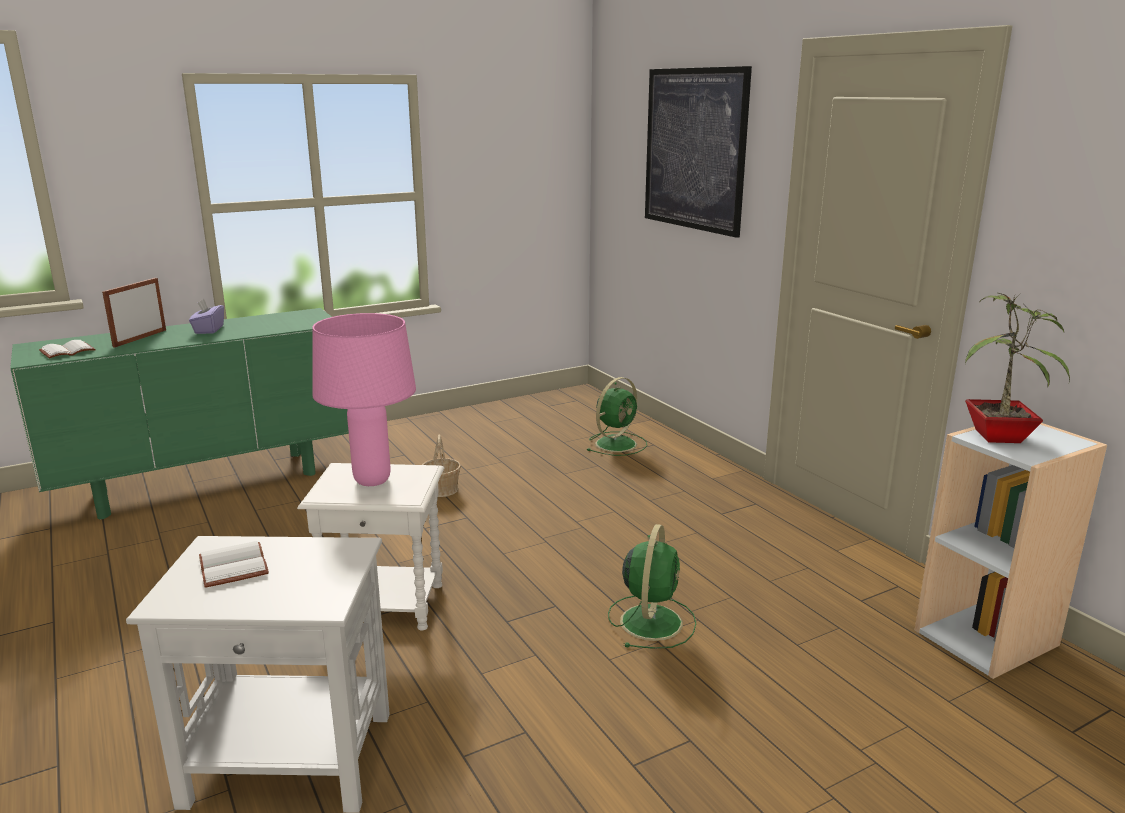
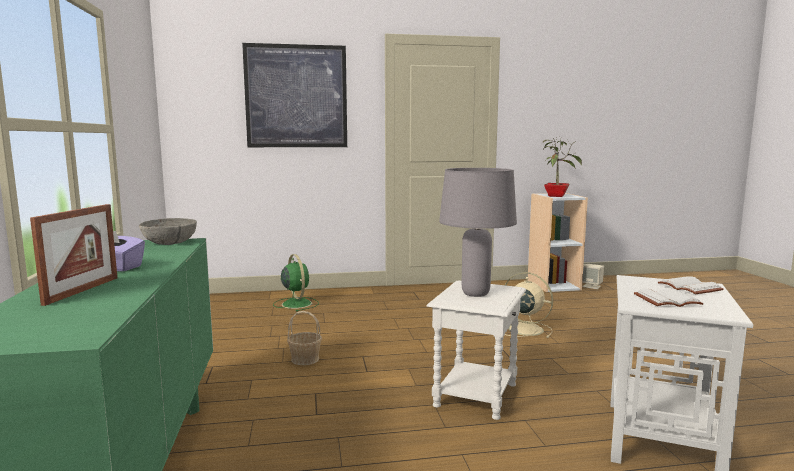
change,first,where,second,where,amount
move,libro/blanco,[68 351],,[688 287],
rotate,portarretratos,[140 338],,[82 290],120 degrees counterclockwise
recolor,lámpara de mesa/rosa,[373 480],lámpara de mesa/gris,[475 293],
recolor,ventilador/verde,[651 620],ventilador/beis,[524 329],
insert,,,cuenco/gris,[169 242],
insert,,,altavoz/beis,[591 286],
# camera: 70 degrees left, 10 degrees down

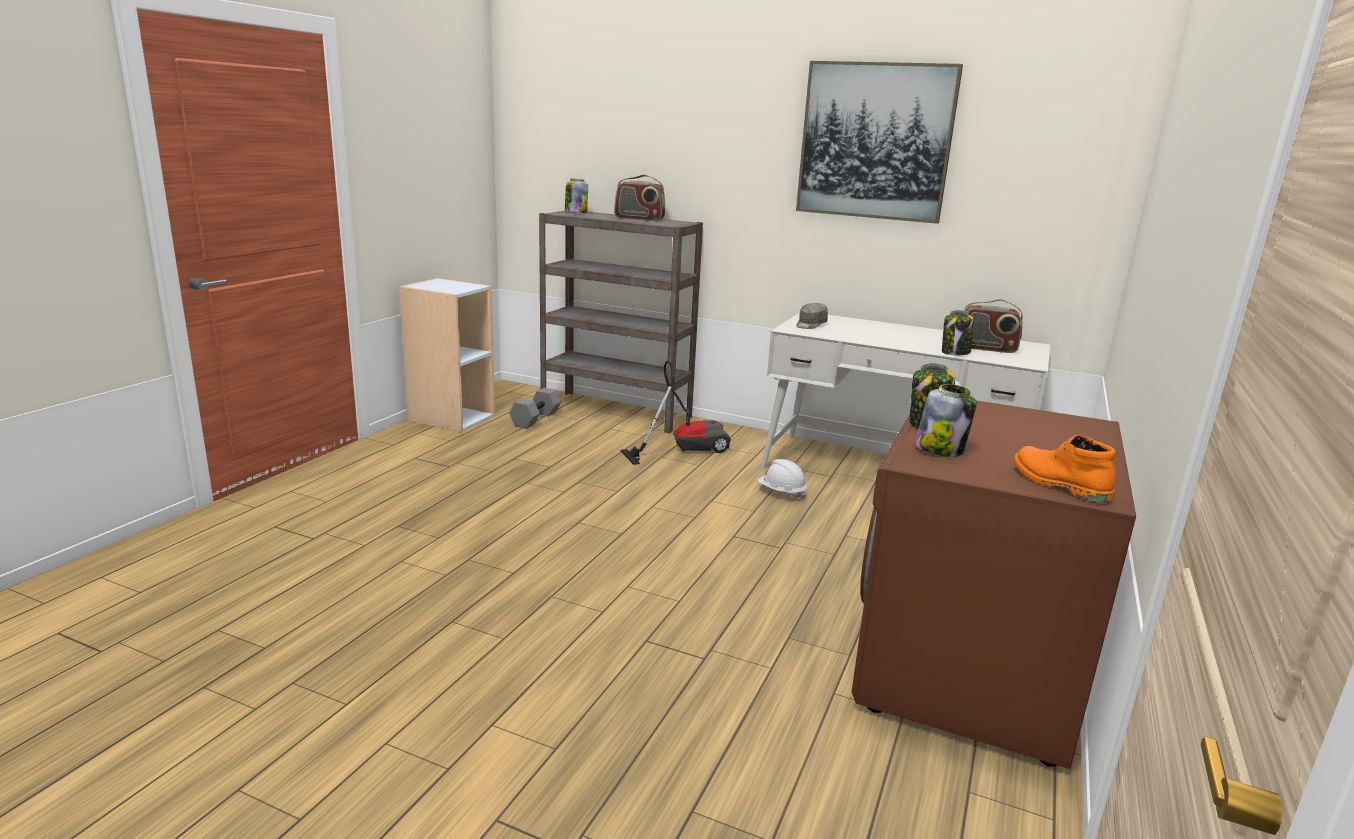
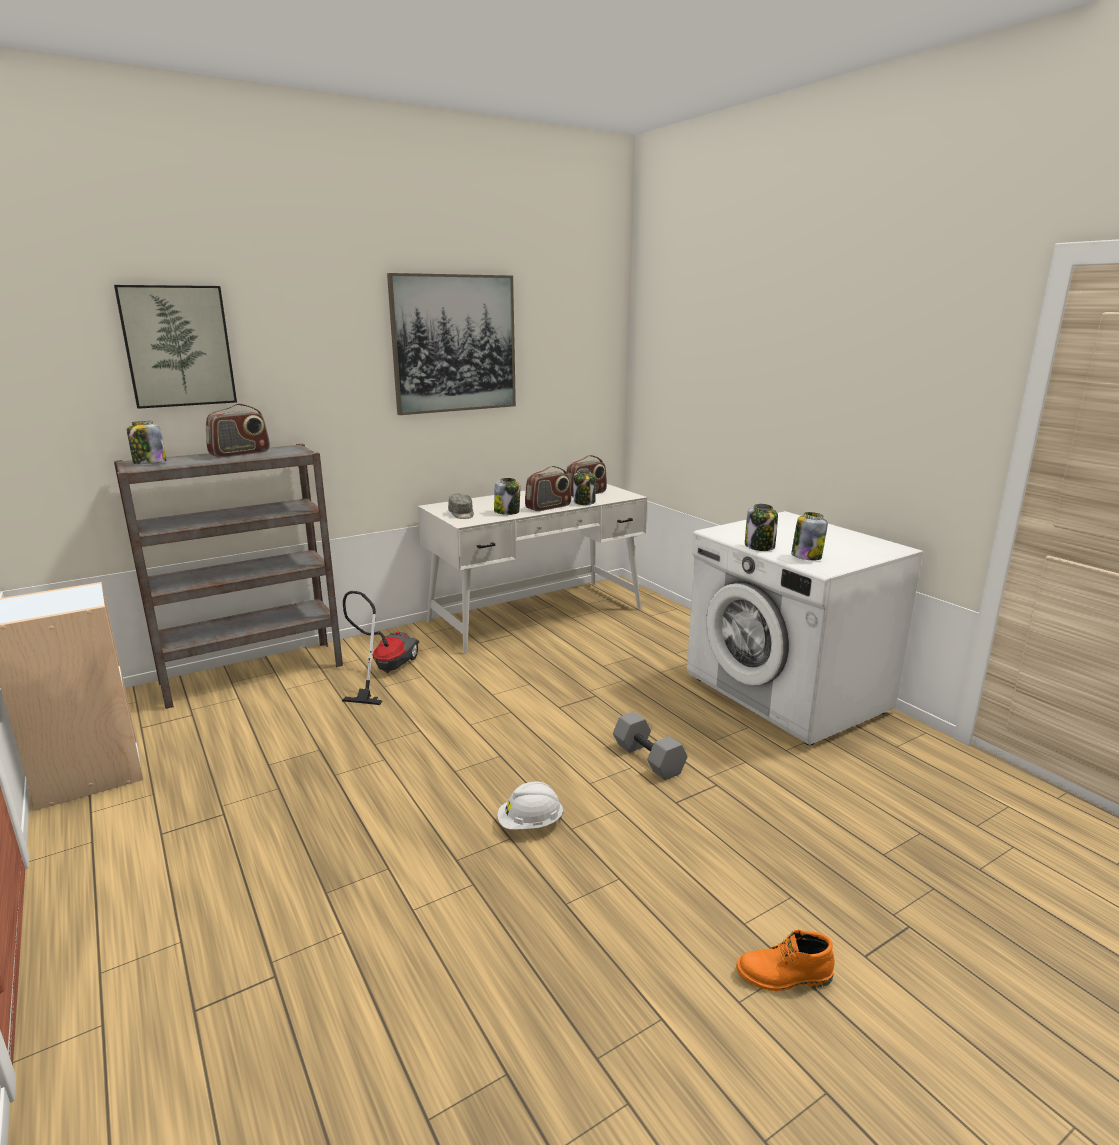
change,first,where,second,where,amount
move,mancuerna/gris,[536 419],,[649 759],
move,casco/blanco,[781 493],,[530 824],
recolor,lavadora/marrón,[962 668],lavadora/blanco,[785 697],
move,bota/naranja,[1058 483],,[784 977],
insert,,,cuadro,[178 346],
insert,,,tarro,[507 512],
insert,,,radio,[548 507],
# camera: 55 degrees left, 0 degrees up

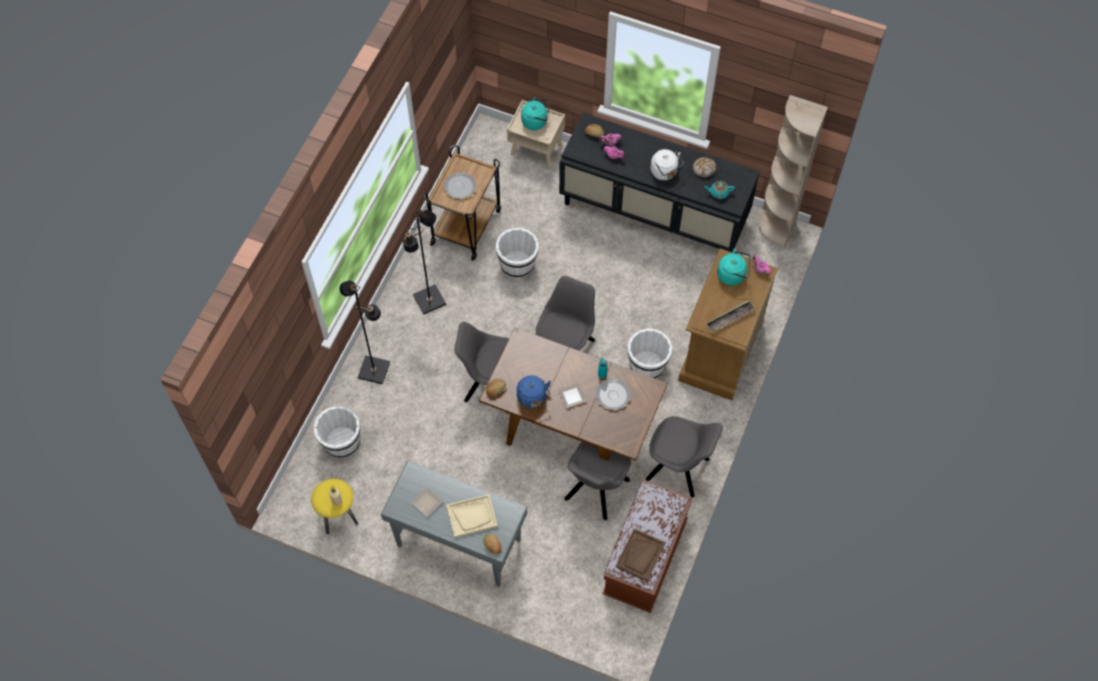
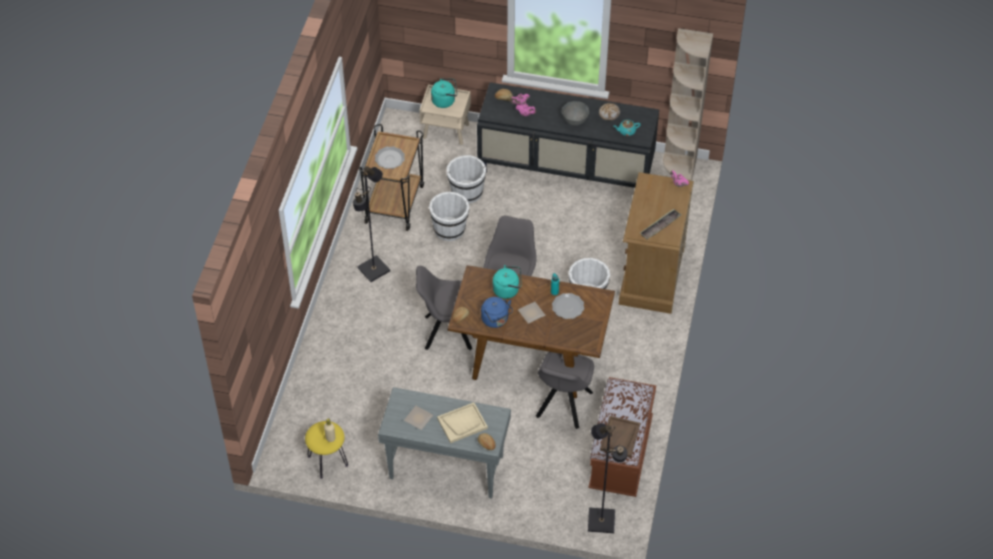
change,first,where,second,where,amount
move,cubo/blanco,[341 443],,[466 192],
move,lámpara de pie/negro,[374 370],,[601 521],
delete,silla/gris,[678 469],,,
replace,hervidor/blanco,[665 172],cuenco/gris,[575 121],
move,hervidor/turquesa,[733 275],,[507 290],
# camera: 10 degrees left, 10 degrees down

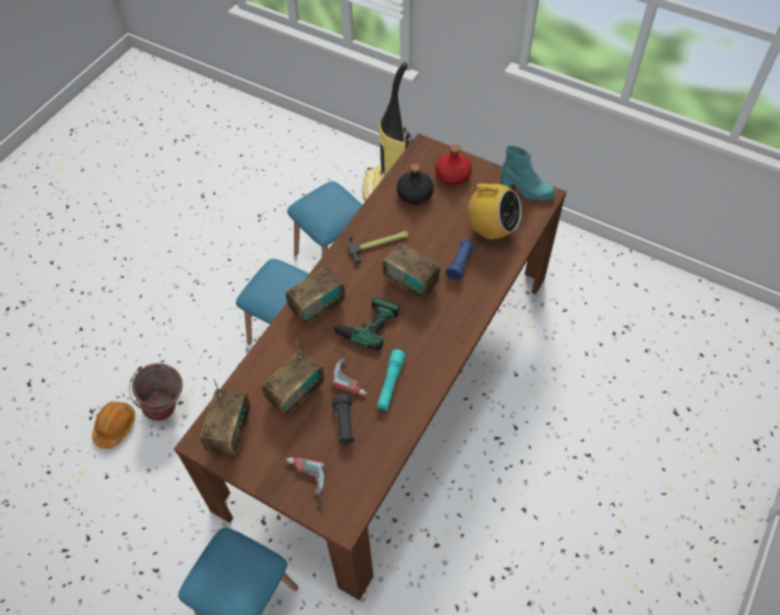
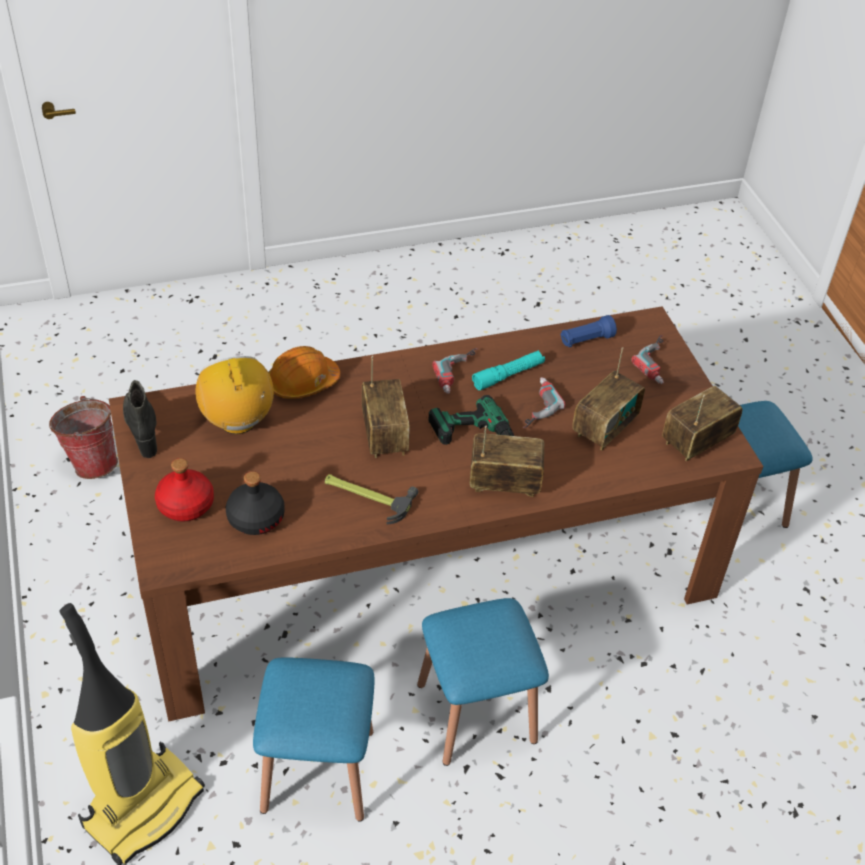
change,first,where,second,where,amount
move,casco/naranja,[115 427],,[302 383],
move,cubo,[167 409],,[93 461],
rotate,radio,[296 393],,[604 428],135 degrees clockwise
delete,linterna/negro,[344 424],,,
move,linterna/azul,[460 264],,[586 340],
recolor,bota/turquesa,[526 190],bota/negro,[142 429],
insert,,,taladro,[460 374],
# camera: 140 degrees left, 10 degrees down

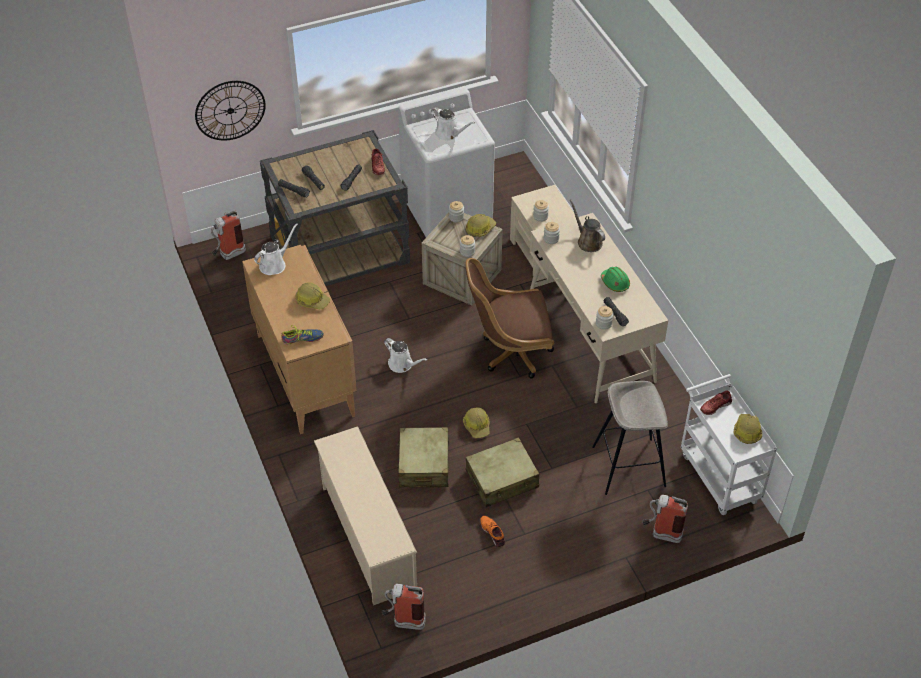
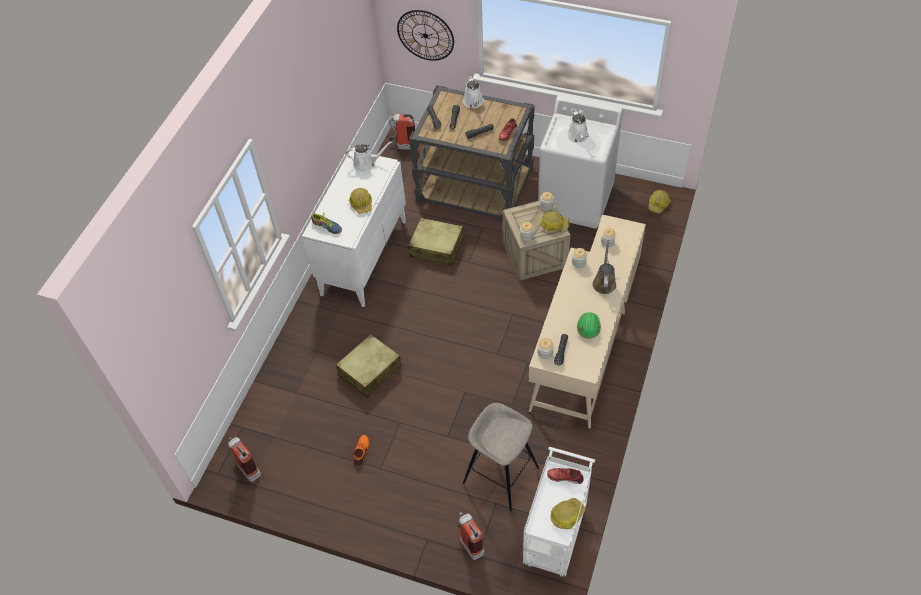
change,first,where,second,where,amount
recolor,armario/marrón,[305 374],armario/blanco,[364 257],
delete,zapatero/beis,[366 537],,,
move,regadera/blanco,[402 364],,[474 103],
move,casco,[477 425],,[658 204],
delete,silla de oficina/marrón,[509 353],,,
move,maleta/beis,[502 479],,[437 248],
# camera: 45 degrees right, 5 degrees up

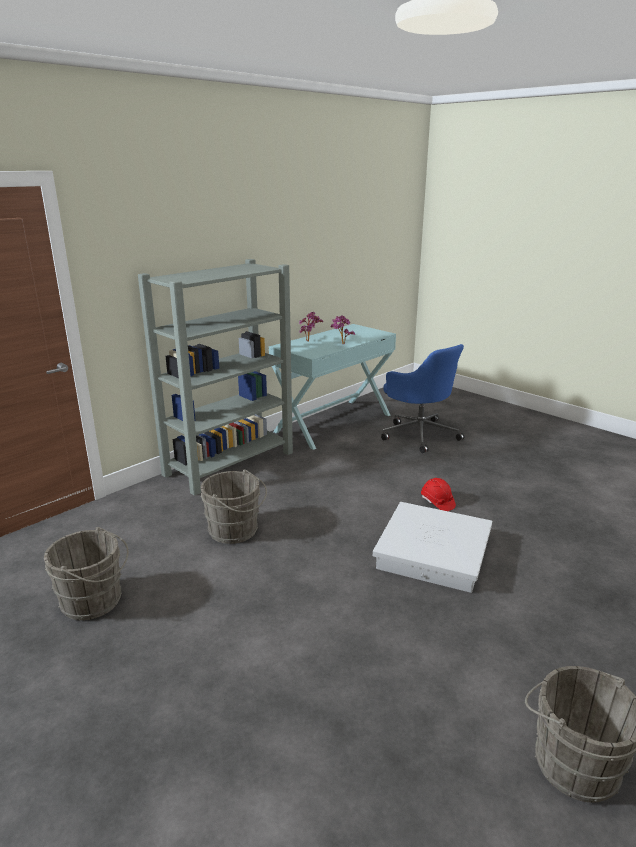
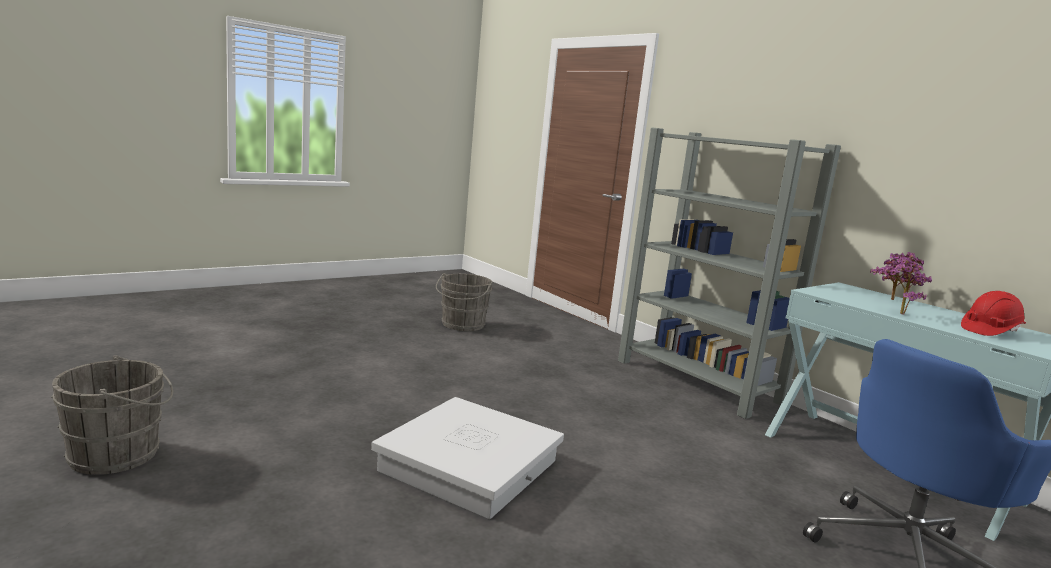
change,first,where,second,where,amount
delete,cubo/gris,[236 531],,,
move,casco/rojo,[437 502],,[989 331],
# camera: 95 degrees right, 10 degrees down

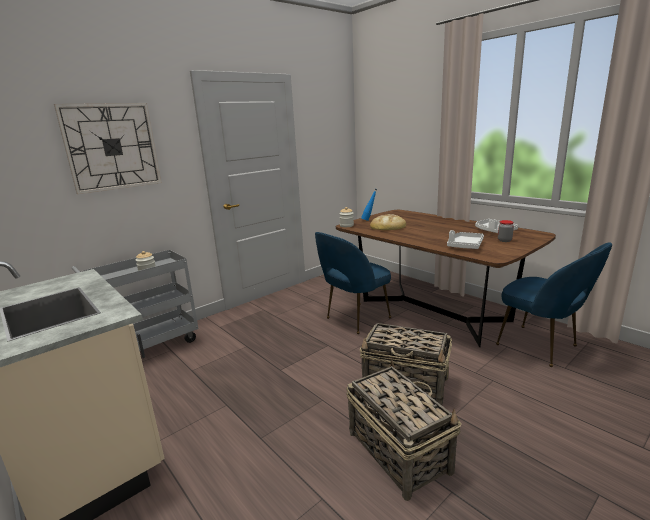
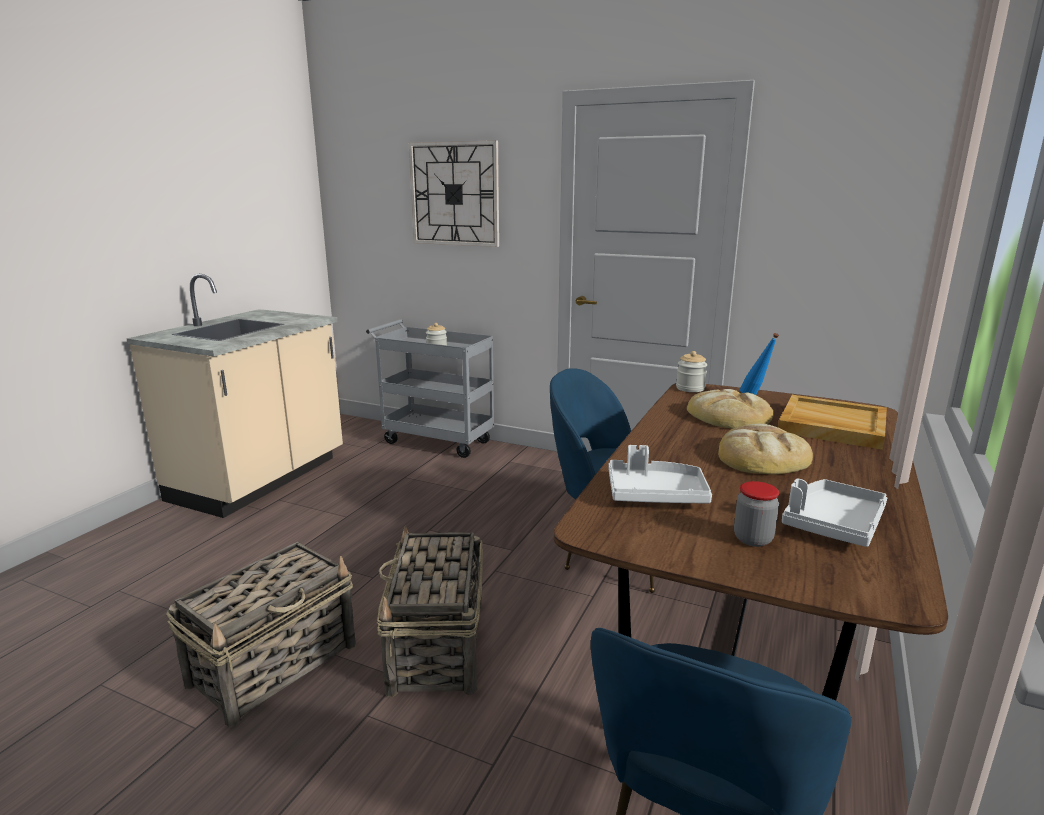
change,first,where,second,where,amount
insert,,,pan,[762 457],
insert,,,bandeja/beis,[831 425],
# camera: 65 degrees right, 0 degrees up

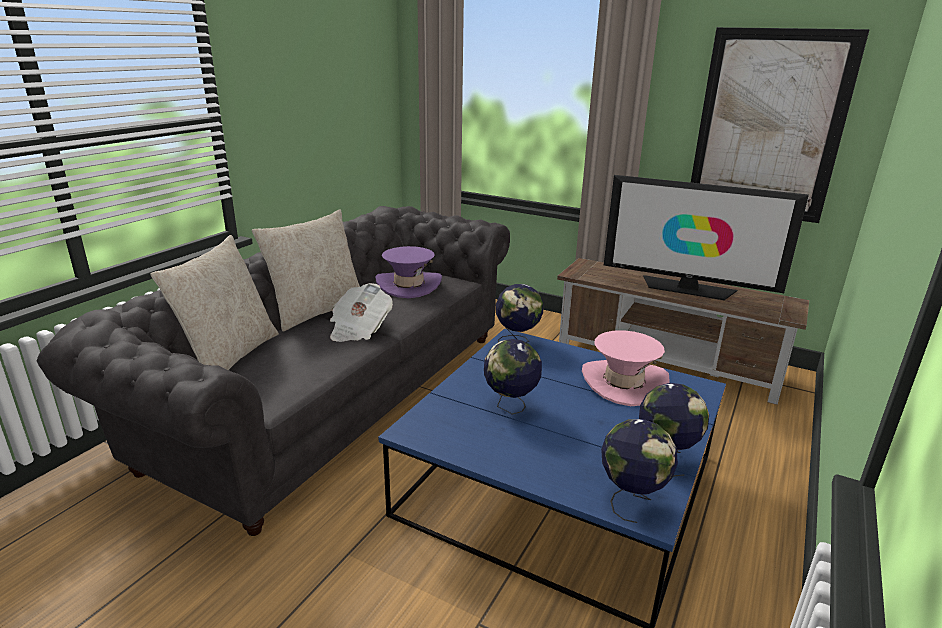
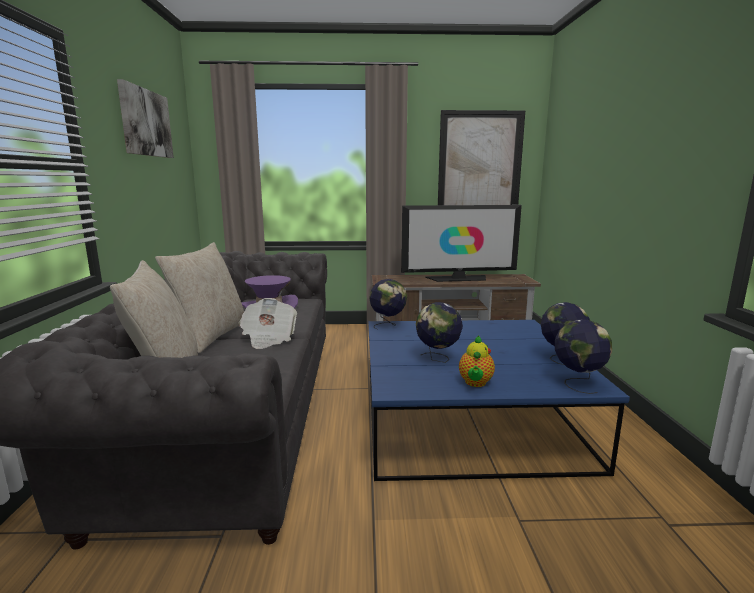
change,first,where,second,where,amount
delete,sombrero/rosa,[623 382],,,
insert,,,cuadro,[145 123],
insert,,,tetera,[475 383],
# camera: 30 degrees left, 10 degrees down

